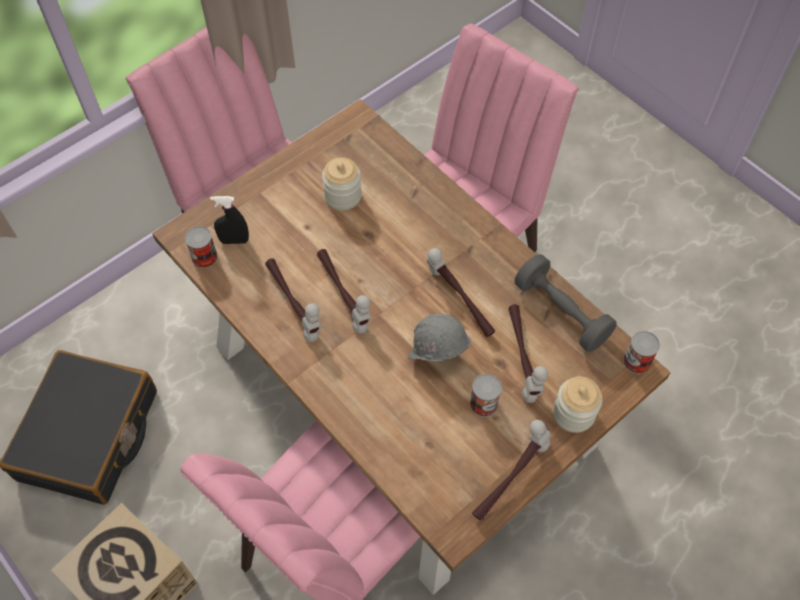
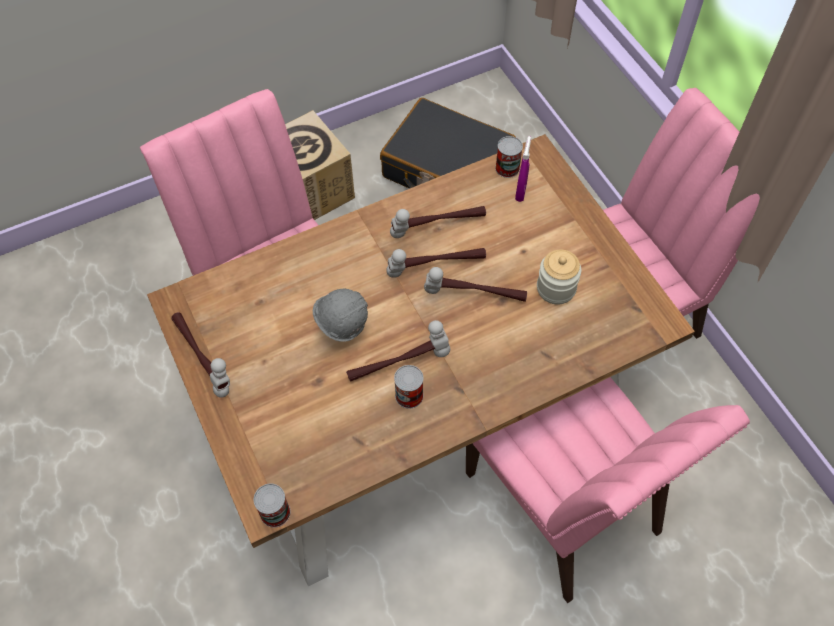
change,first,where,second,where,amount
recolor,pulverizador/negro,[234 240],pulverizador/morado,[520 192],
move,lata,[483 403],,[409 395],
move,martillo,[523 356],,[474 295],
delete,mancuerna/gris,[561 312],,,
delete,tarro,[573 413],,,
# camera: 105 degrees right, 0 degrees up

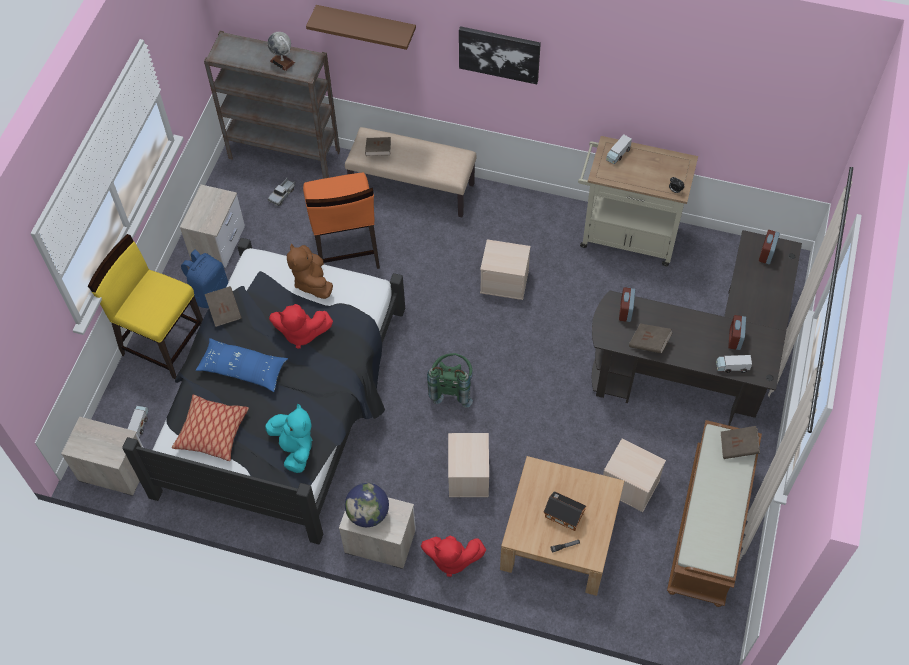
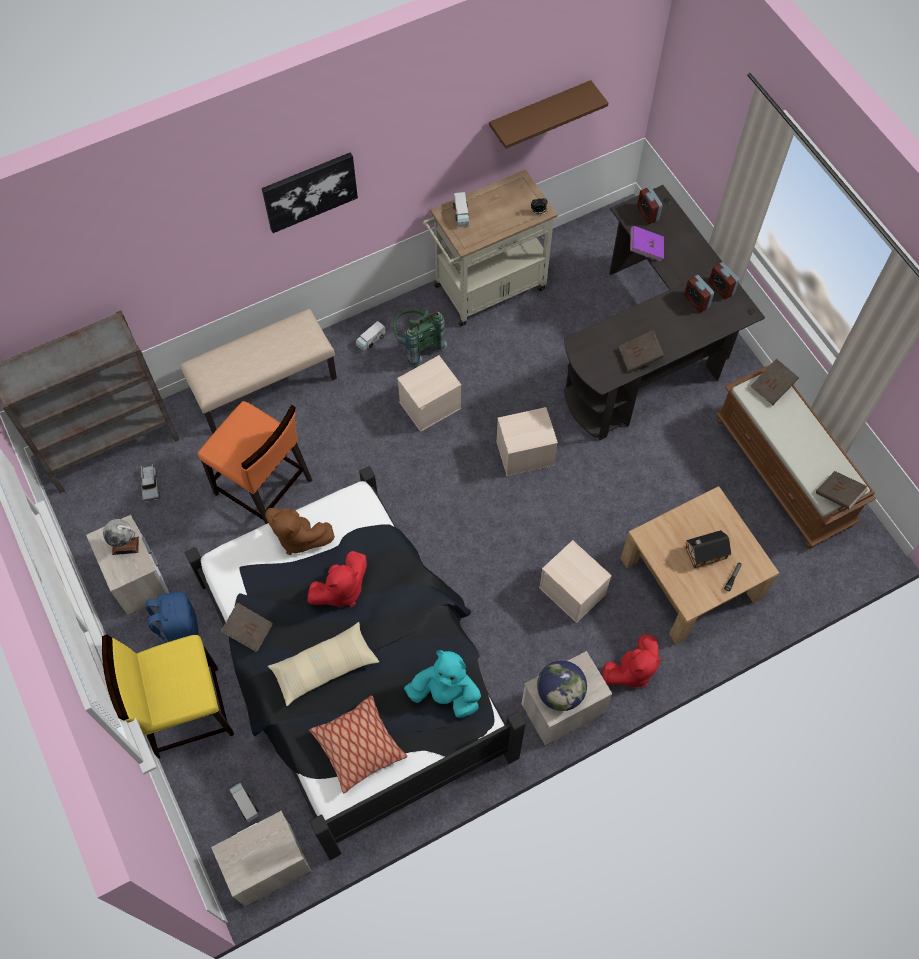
change,first,where,second,where,amount
recolor,cojín/azul,[243 369],cojín/beis,[324 667],
move,globo terráqueo,[282 62],,[125 545],
move,estante/marrón,[366 26],,[539 113],
move,libro/marrón,[378 152],,[838 495],
move,mochila/verde,[451 388],,[417 345],
move,caja de almacenaje/beis,[628 485],,[524 454],
move,despertador,[625 311],,[721 288],
move,camión de juguete,[732 367],,[371 340],
insert,,,libro/morado,[645 249],
# camera: 45 degrees left, 5 degrees up

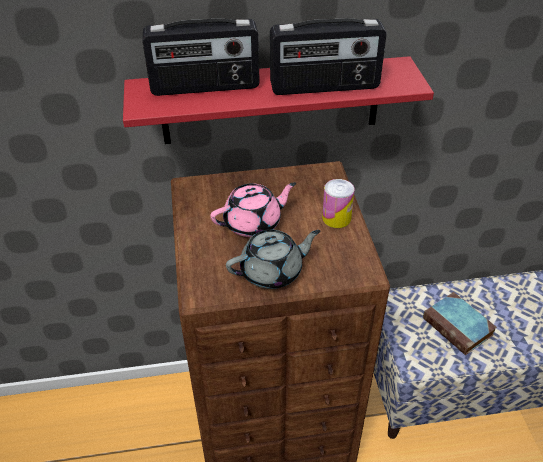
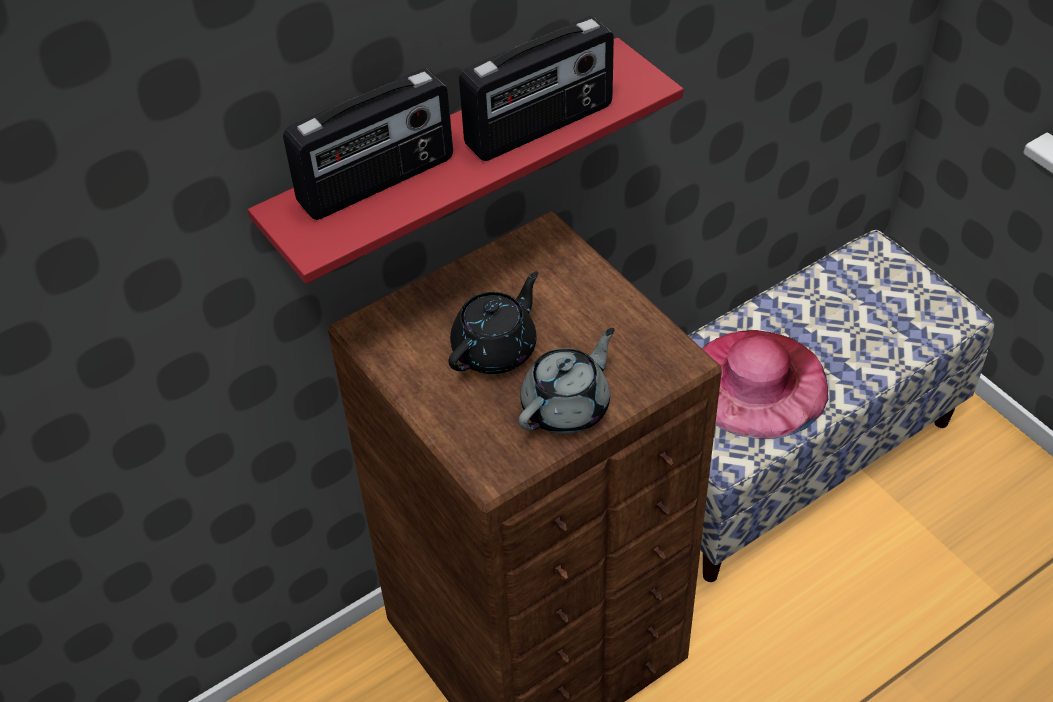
change,first,where,second,where,amount
recolor,tetera/rosa,[253 223],tetera/negro,[496 349],
delete,lata,[336 218],,,
replace,libro,[459 327],sombrero/rosa,[757 382],
# camera: 25 degrees left, 5 degrees up

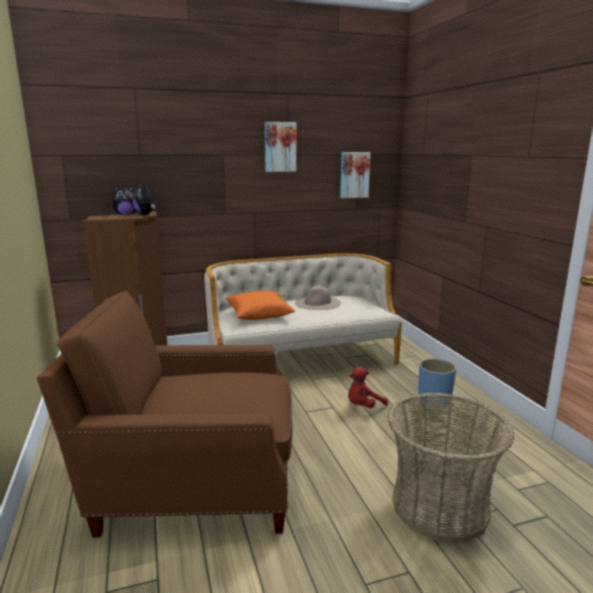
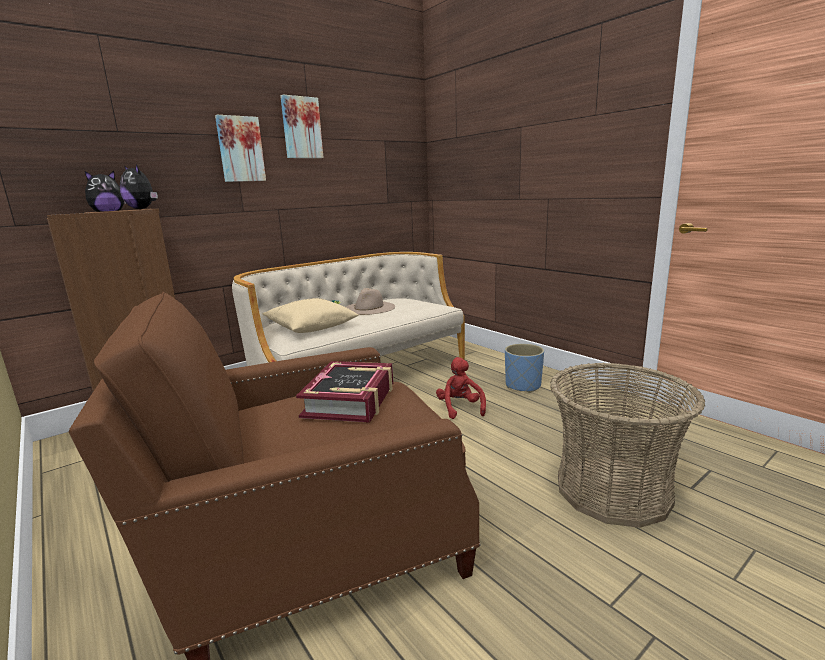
change,first,where,second,where,amount
recolor,cojín/naranja,[259 315],cojín/beis,[311 328],
move,cuadro,[354 175],,[240 149],
rotate,peluche/rojo,[363 406],,[460 408],135 degrees clockwise
insert,,,libro,[350 400],
# camera: 20 degrees left, 0 degrees up

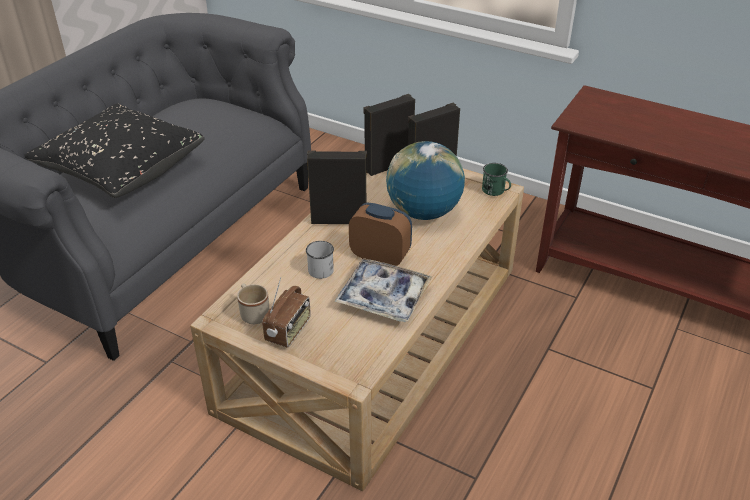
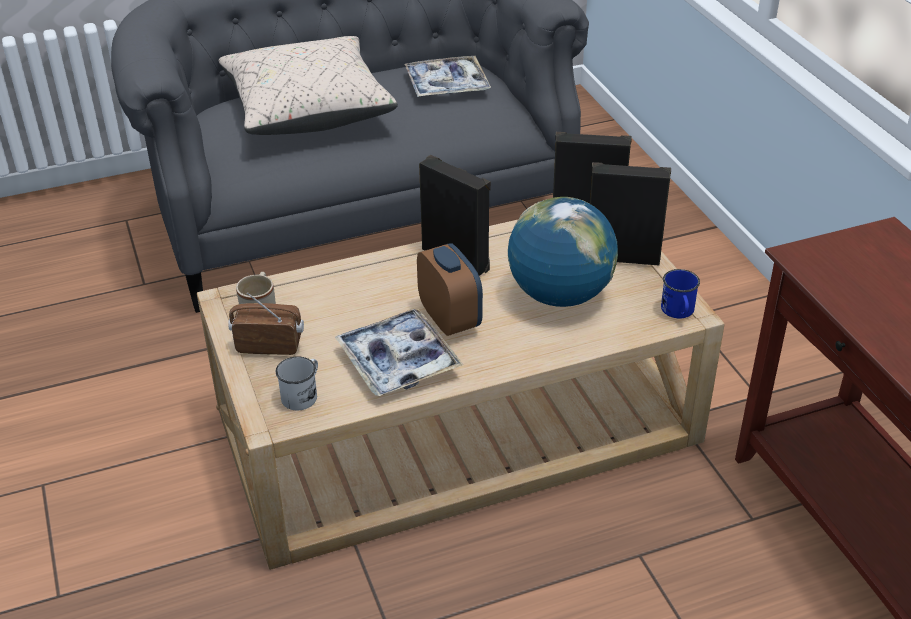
change,first,where,second,where,amount
recolor,cojín/negro,[121 168],cojín/beis,[308 109],
rotate,radio,[289 331],,[269 345],150 degrees counterclockwise
move,taza grande/blanco,[320 267],,[303 394],
recolor,taza grande/verde,[496 191],taza grande/azul,[678 312],
insert,,,bandeja,[446 85],
# camera: 40 degrees right, 0 degrees up

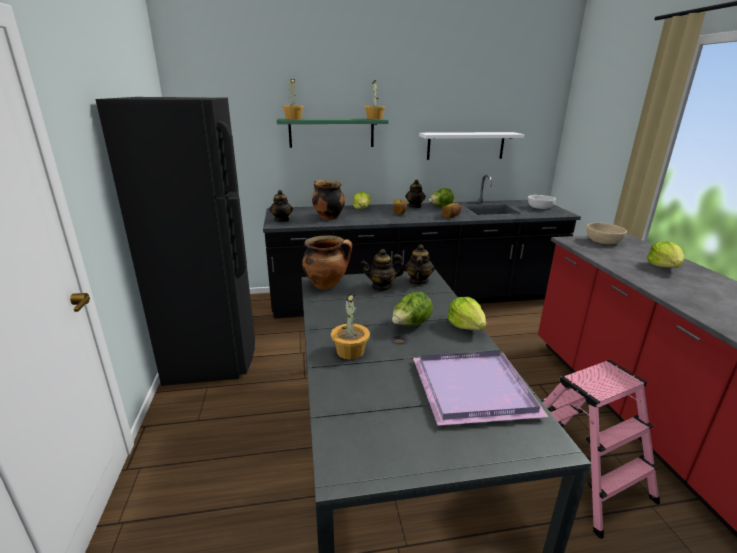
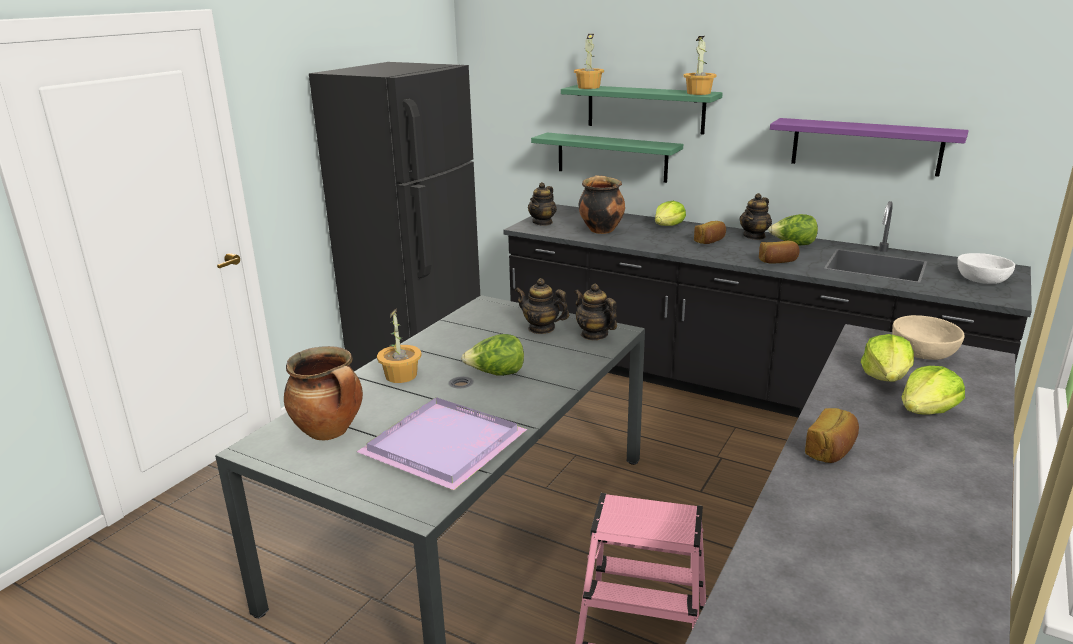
change,first,where,second,where,amount
move,olla,[327 285],,[330 431],
rotate,tetera,[418 281],,[594 335],90 degrees counterclockwise
recolor,estante/blanco,[465 145],estante/morado,[865 146],
move,lechuga,[466 326],,[886 377],
insert,,,estante/verde,[611 157],
insert,,,pan,[831 450],
# camera: 40 degrees right, 0 degrees up

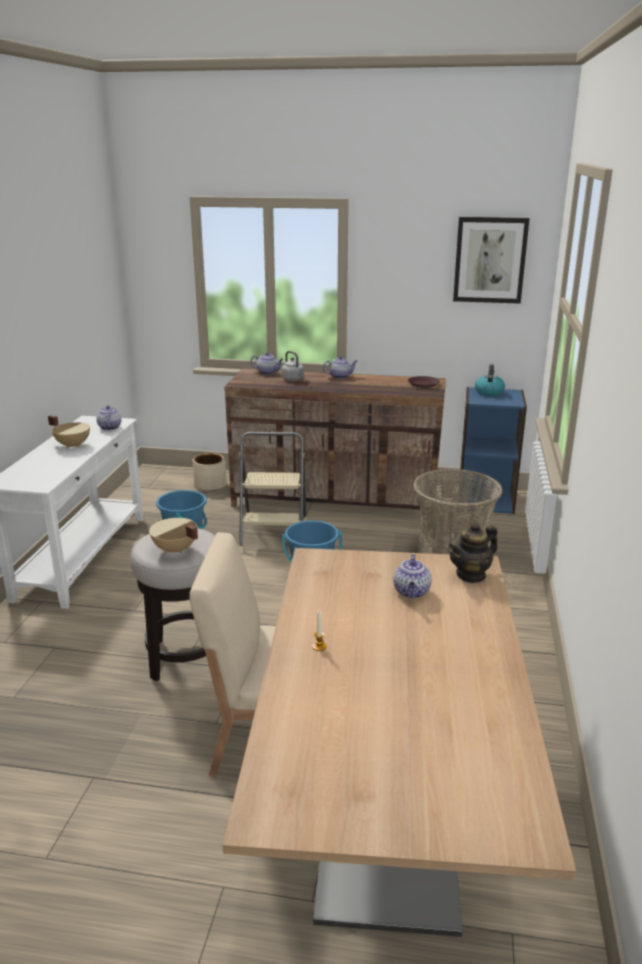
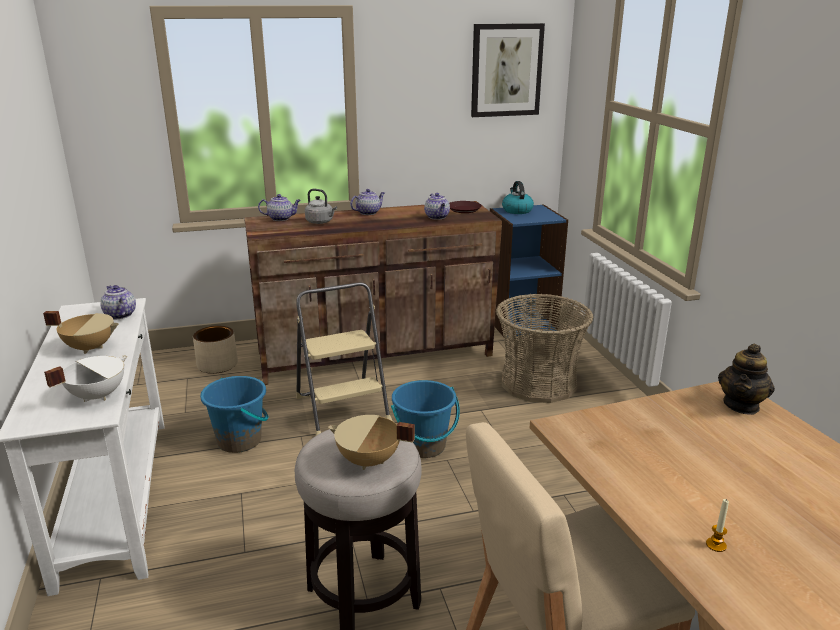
change,first,where,second,where,amount
move,tetera,[412 592],,[437 217],
insert,,,olla/blanco,[96 395],
# camera: 25 degrees left, 0 degrees up

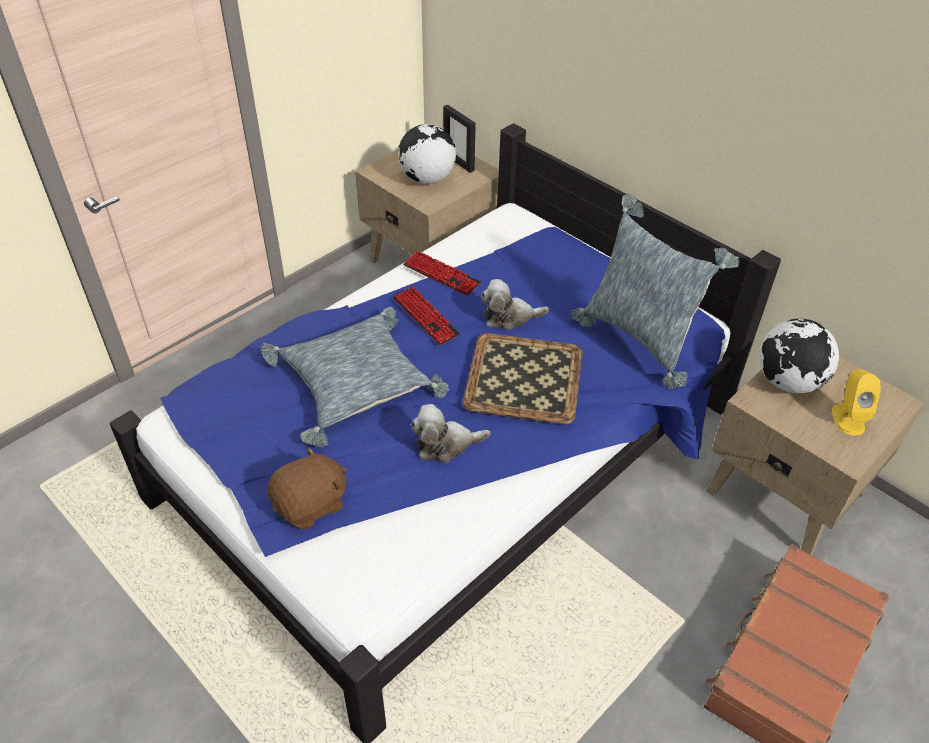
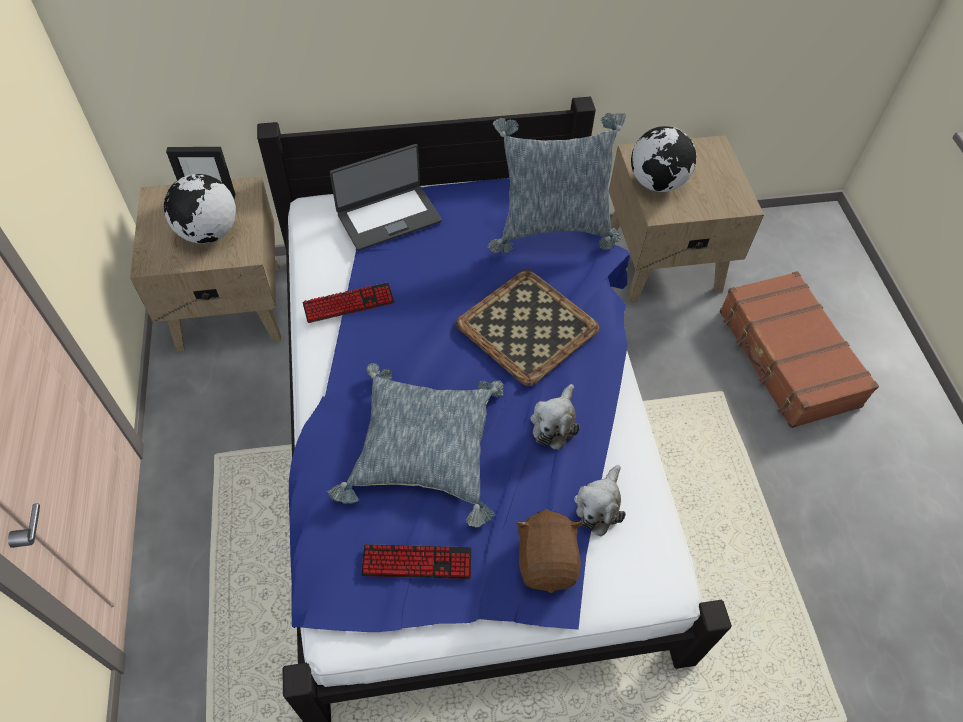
change,first,where,second,where,amount
move,teclado,[425 317],,[417 562],
move,peluche,[509 318],,[598 506],
delete,altavoz/amarillo,[848 418],,,
insert,,,portátil,[388 217],
# camera: 55 degrees left, 10 degrees up

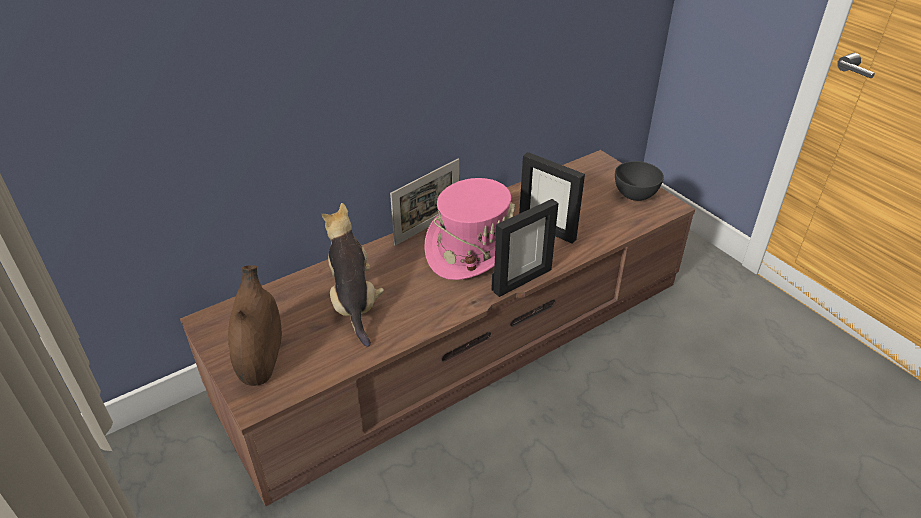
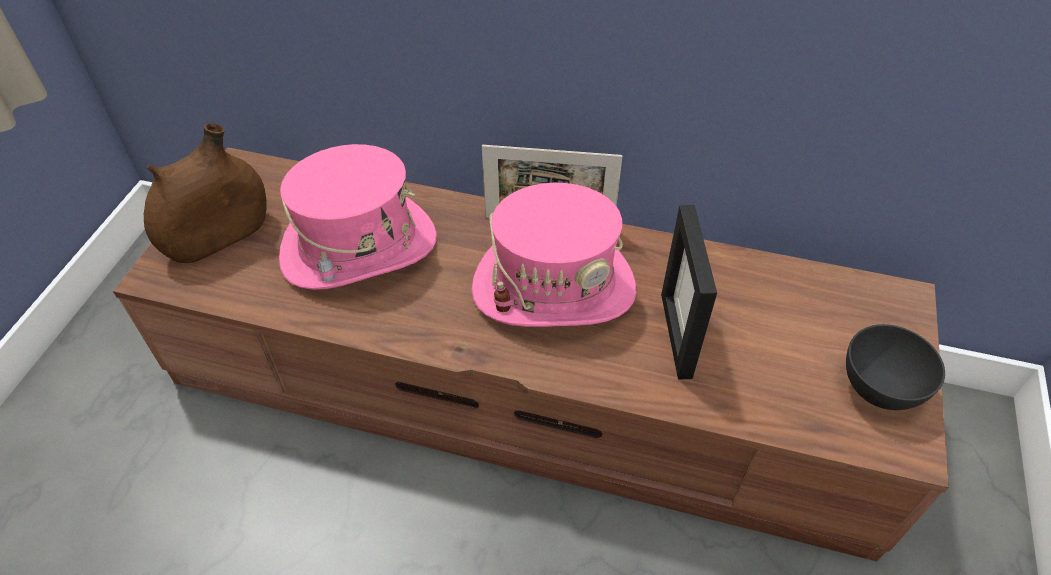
change,first,where,second,where,amount
replace,peluche,[354 302],sombrero/rosa,[359 248],
delete,portarretratos,[521 280],,,
# camera: 50 degrees right, 10 degrees up

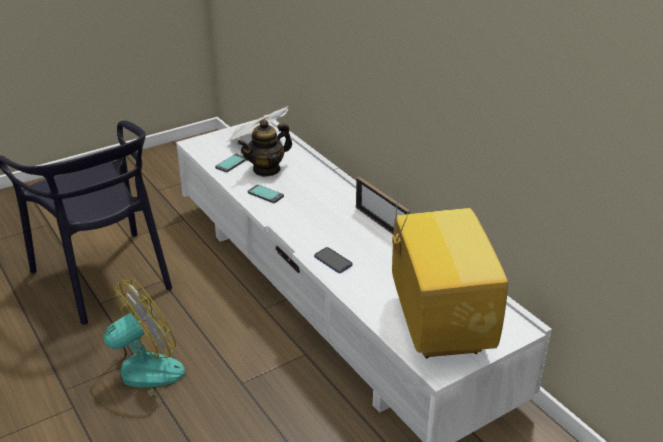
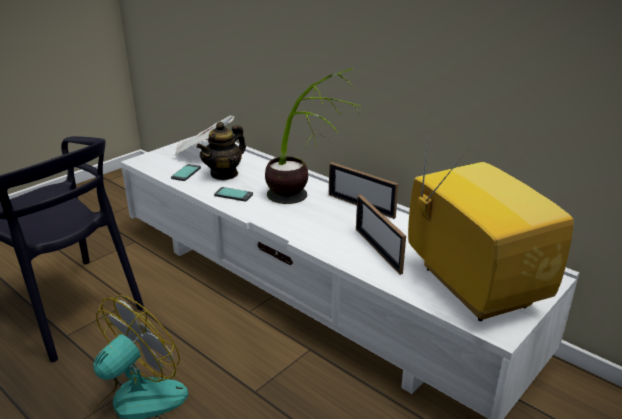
change,first,where,second,where,amount
delete,móvil,[333 261],,,
insert,,,planta en maceta,[304 203],
insert,,,portarretratos,[378 250],
# camera: 15 degrees left, 5 degrees down

